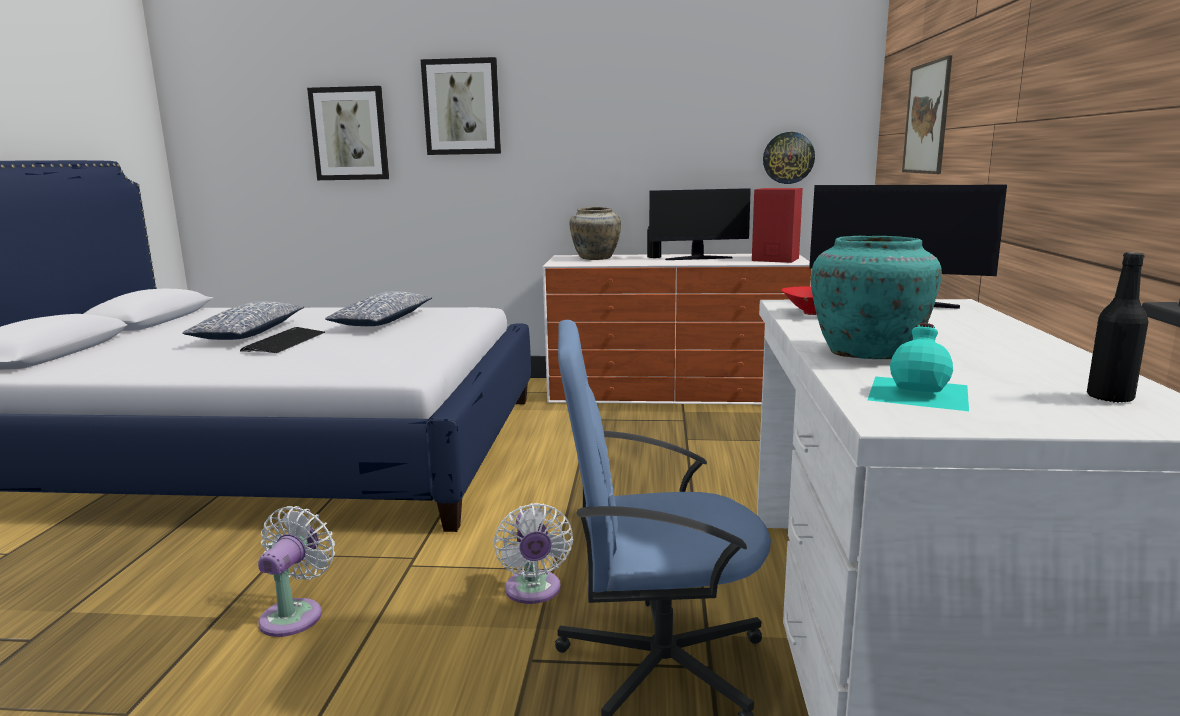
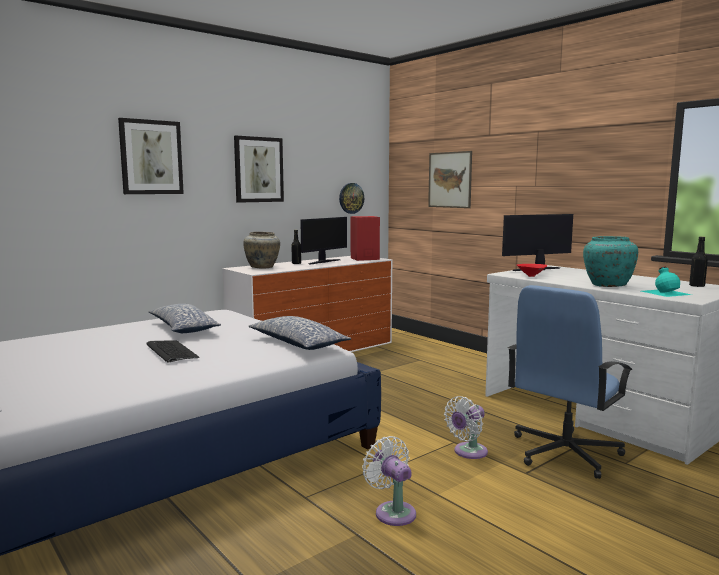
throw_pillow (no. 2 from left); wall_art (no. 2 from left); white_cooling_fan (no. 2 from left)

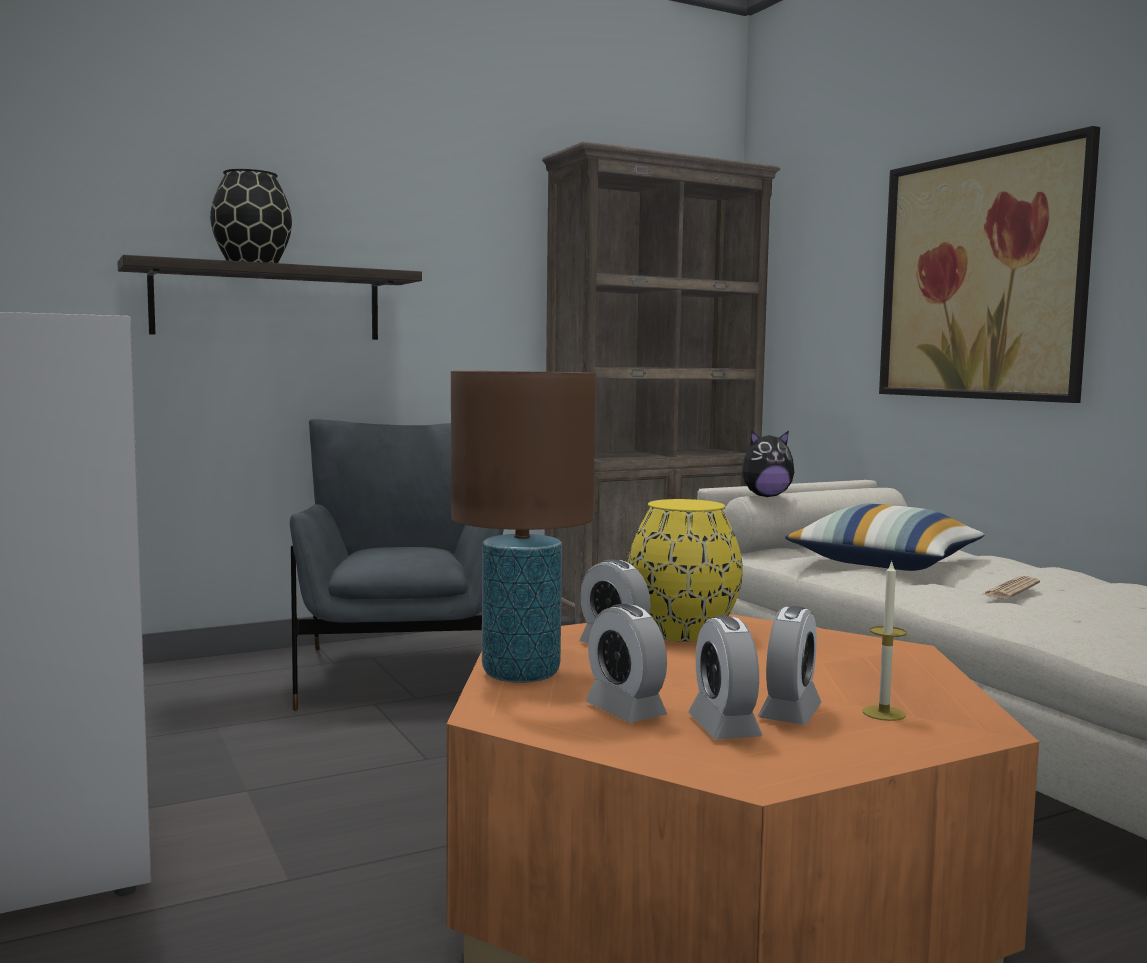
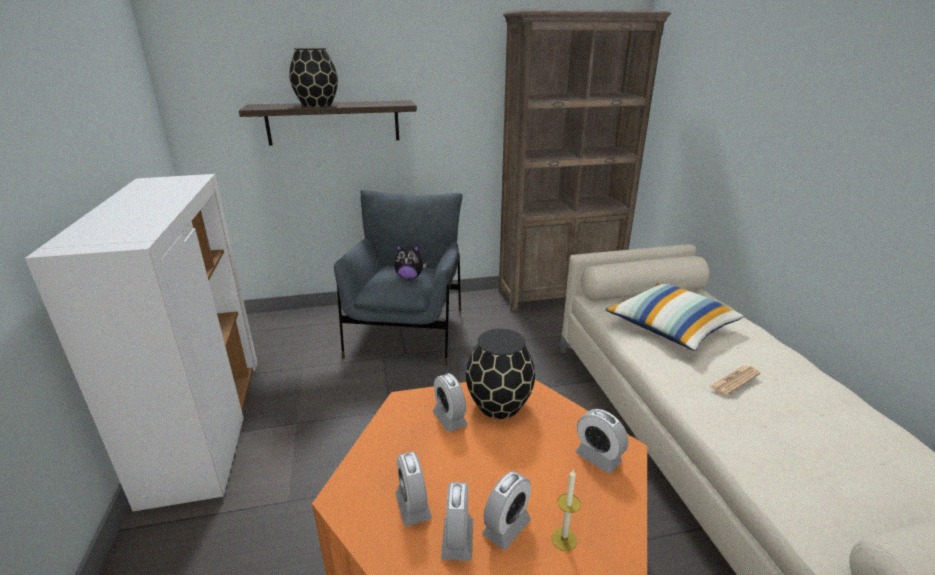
brown-coloured_tabletop_lamp; black-coloured_flower_vase (no. 2 from left); cuddly_toy; wall_art; table_clock (no. 5 from left)

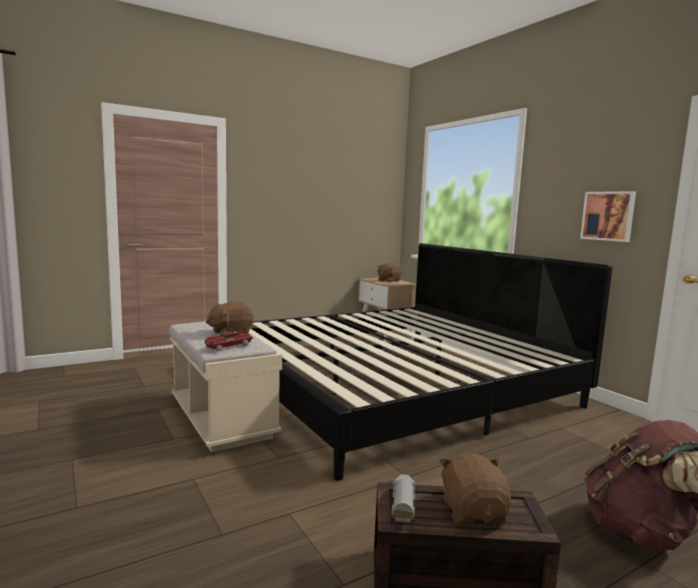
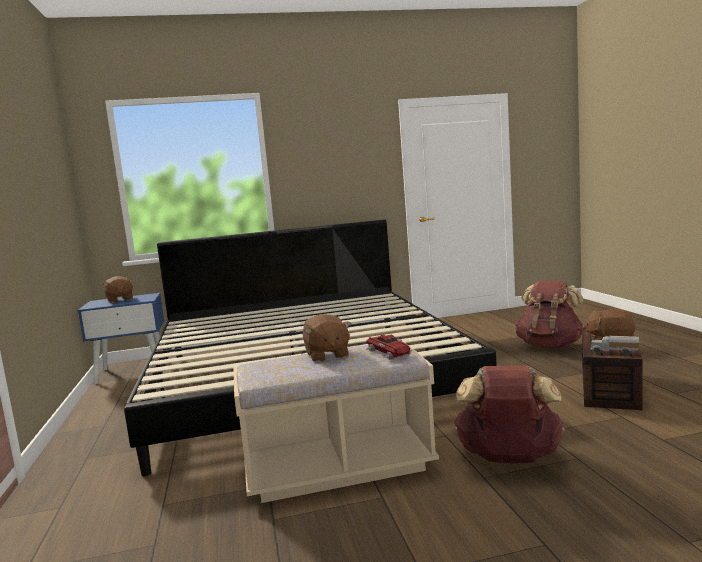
bluish_bedside_table; wall_art; brown-coloured_backpack (no. 1 from left)

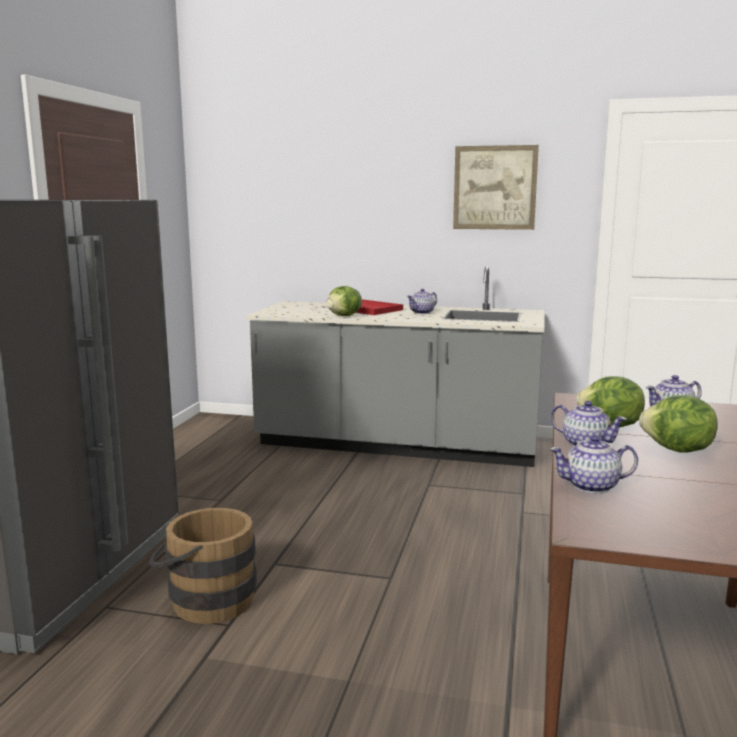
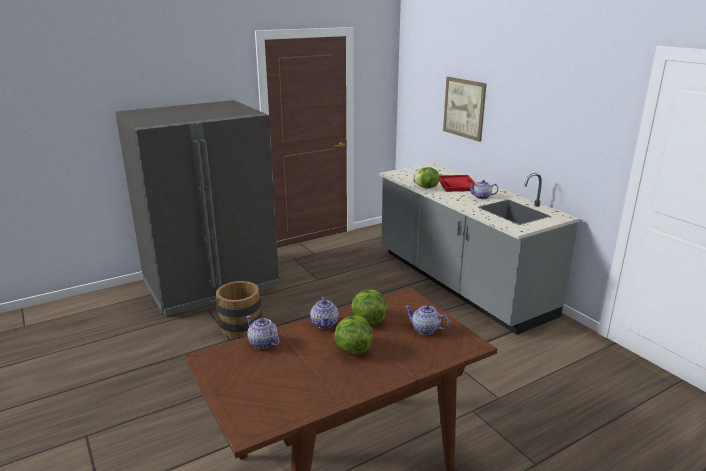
wall_art

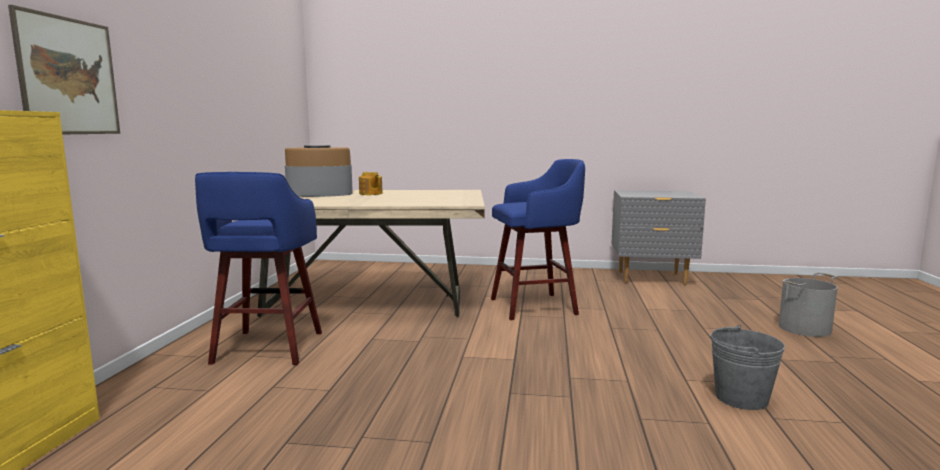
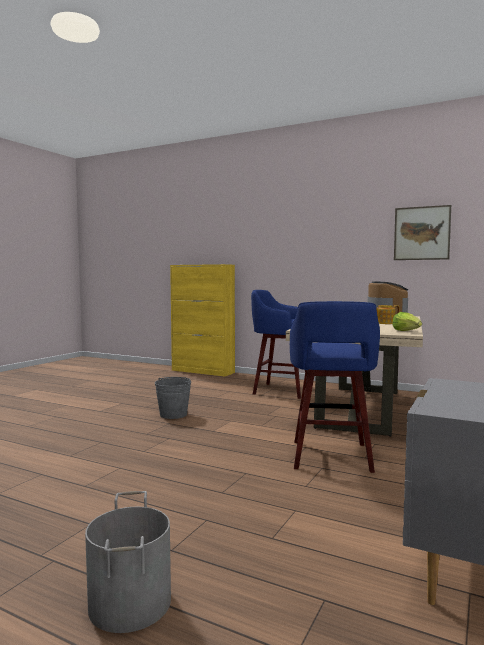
wall_art; grey_water_bucket (no. 2 from left); lettuce

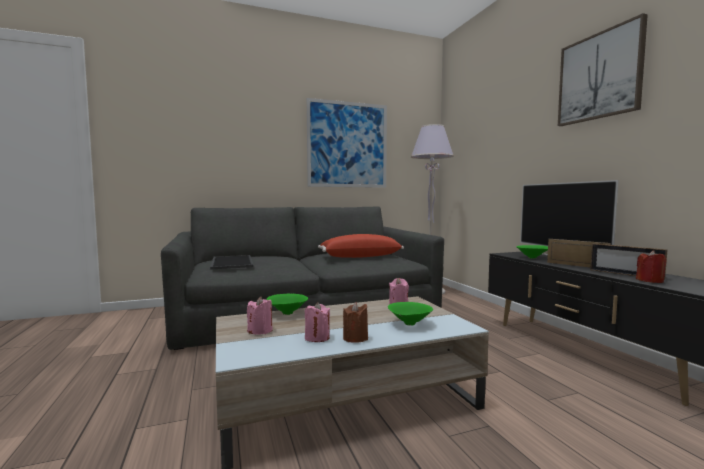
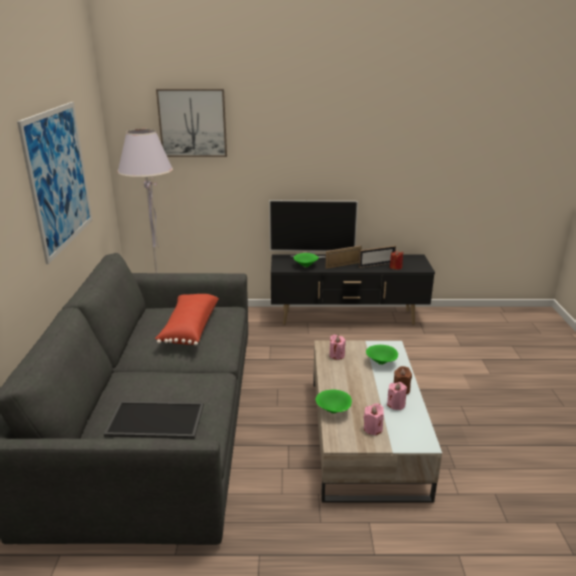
wall_art (no. 2 from left)

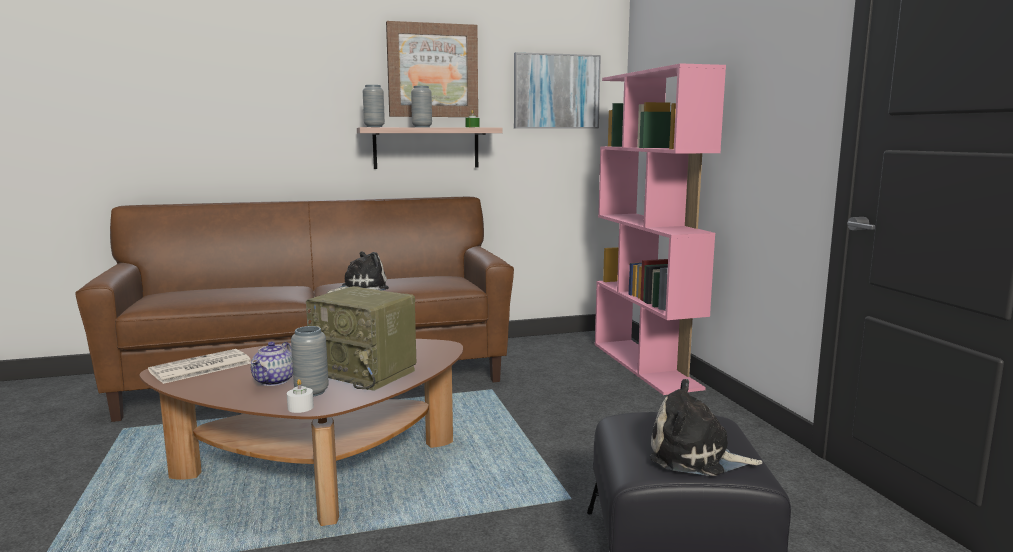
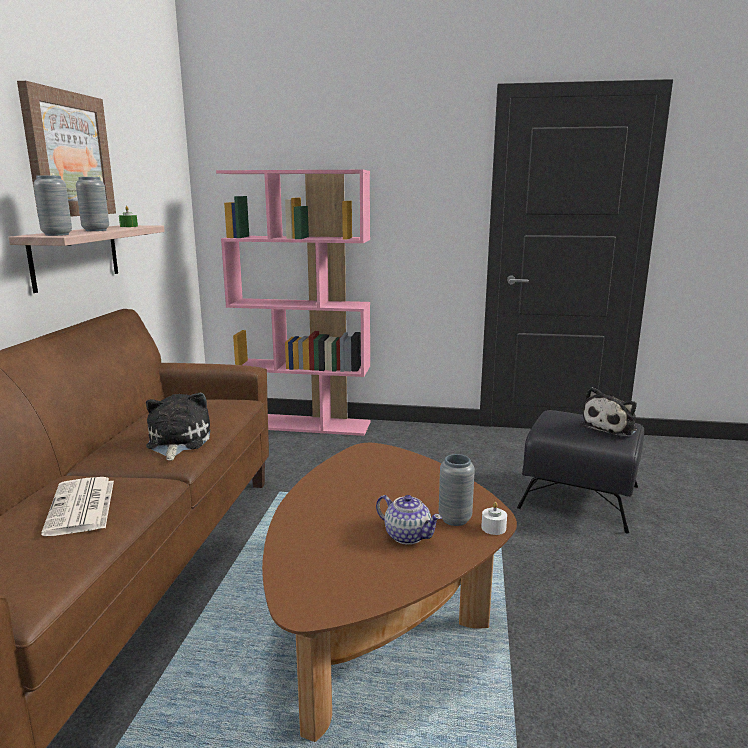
daily_paper; radio_set; wall_art (no. 2 from left in the first image)

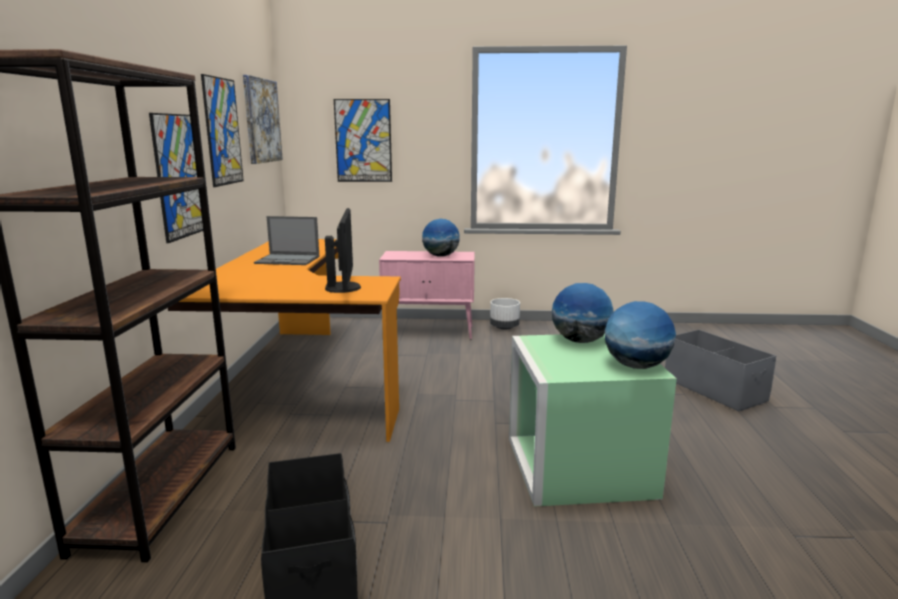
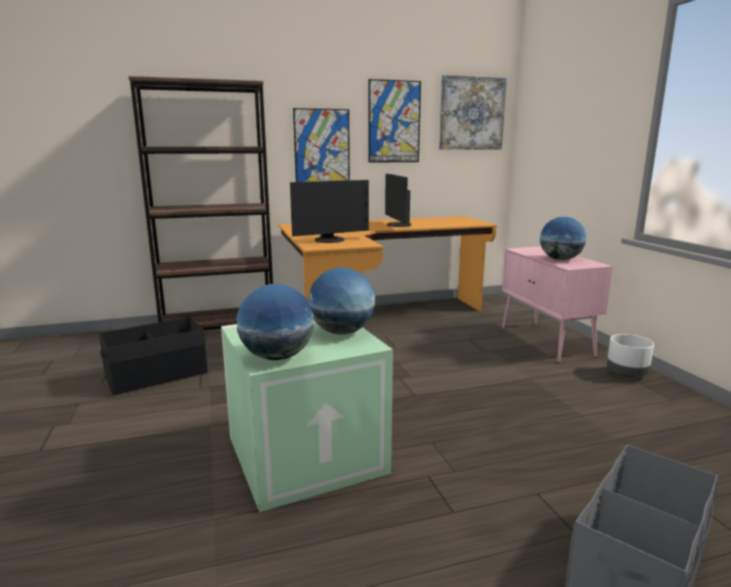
monitor (no. 2 from left); wall_art (no. 4 from left in the first image)

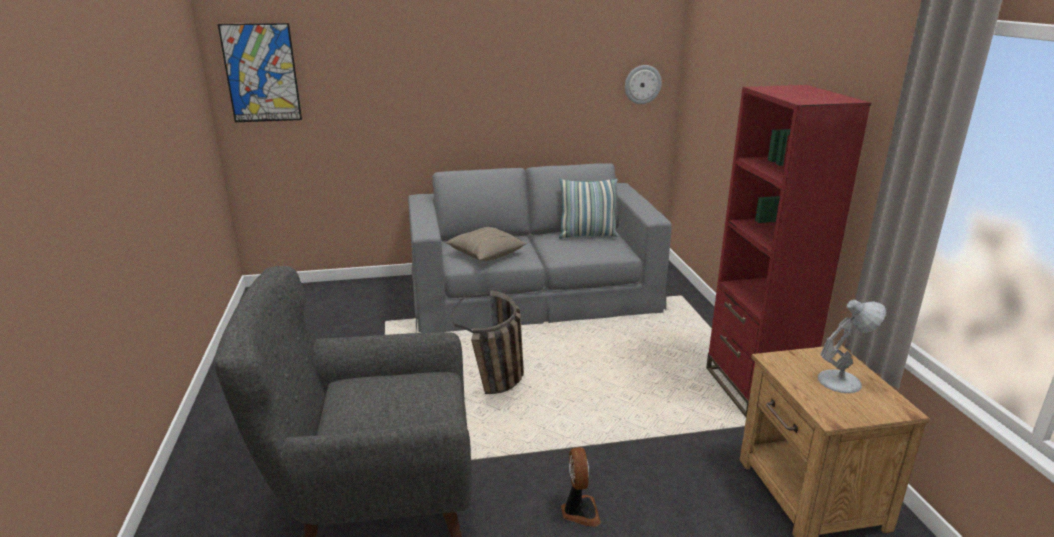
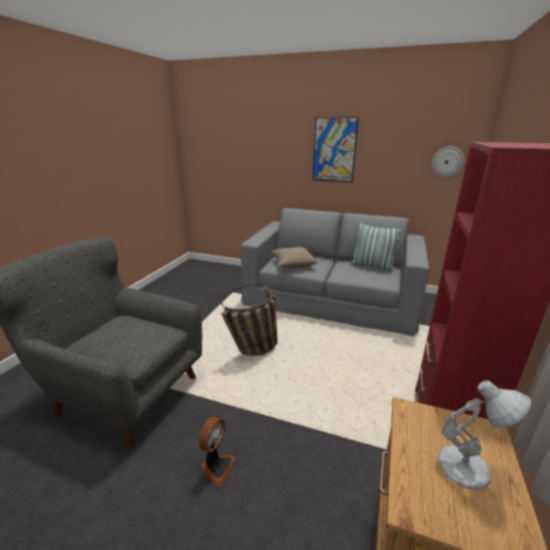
wall_art

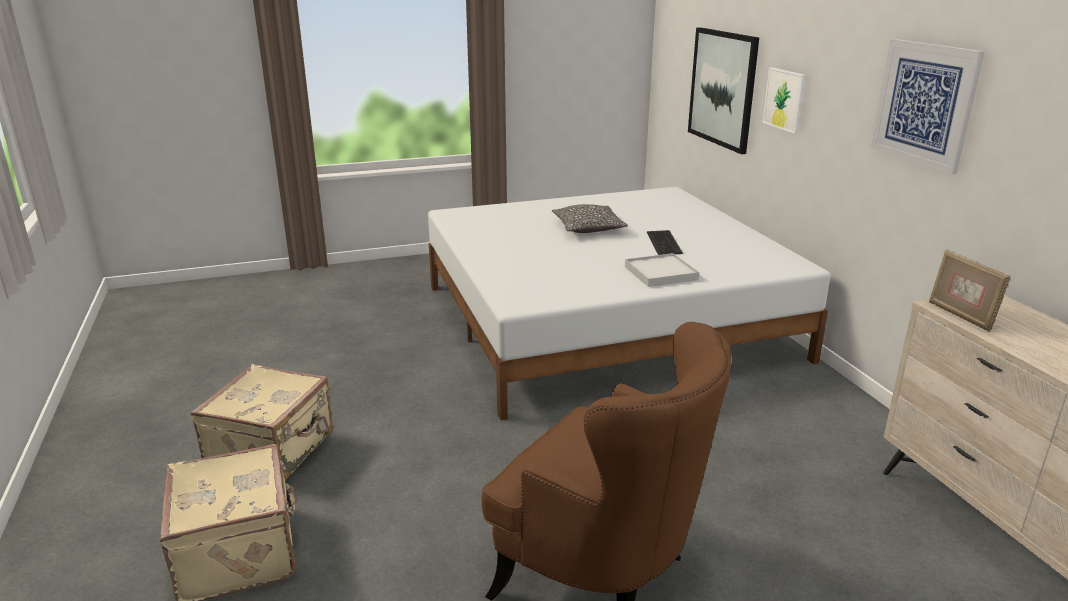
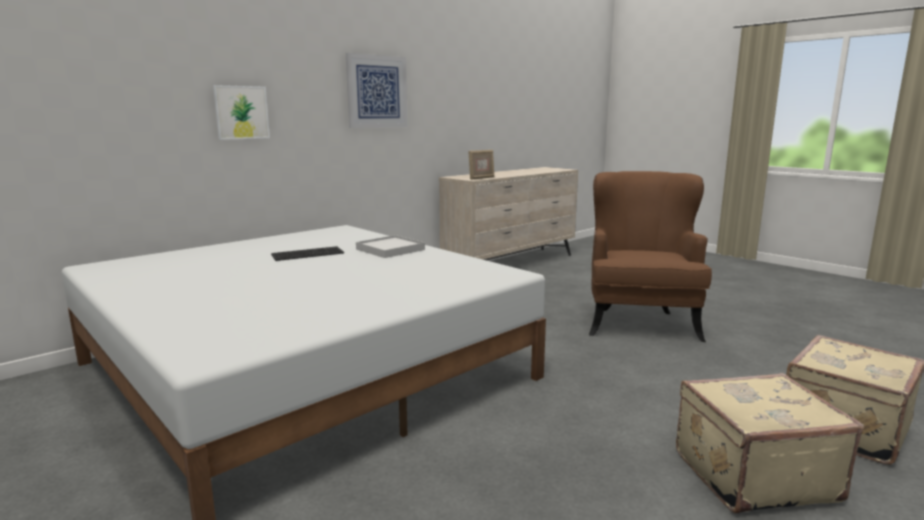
throw_pillow; wall_art (no. 1 from left in the first image)

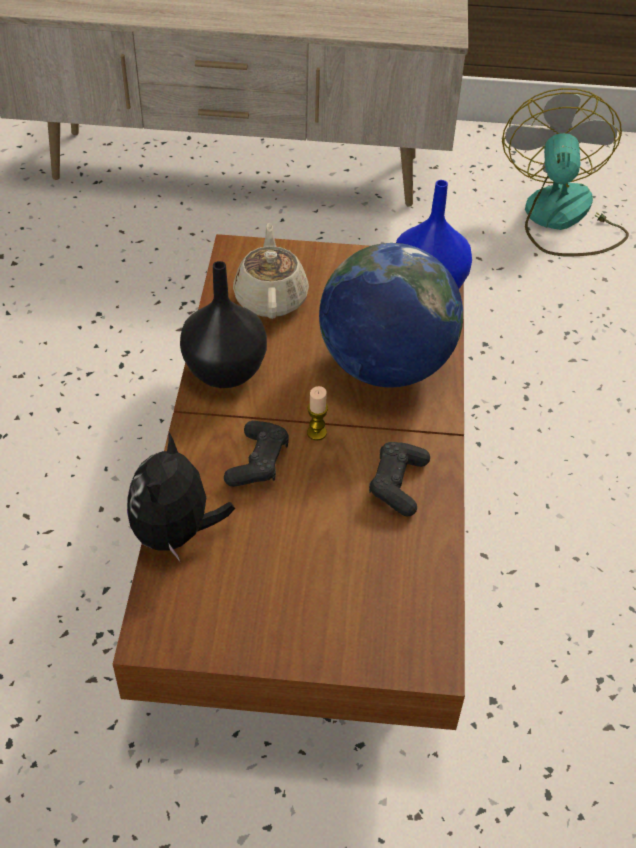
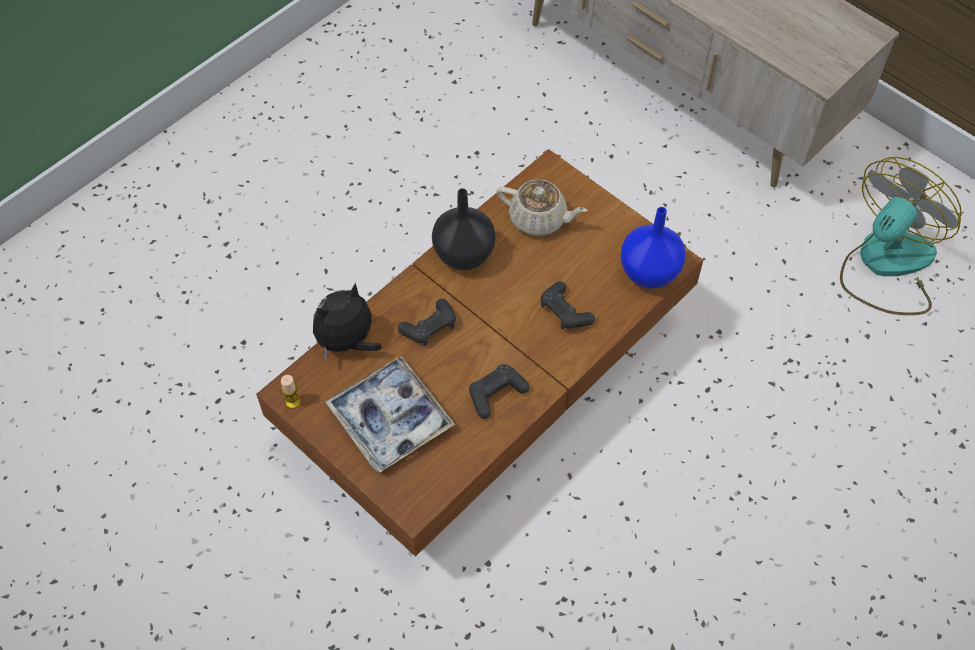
beige_tea_pot; wax_light; black-coloured_joypad (no. 3 from left); carrying_tray

